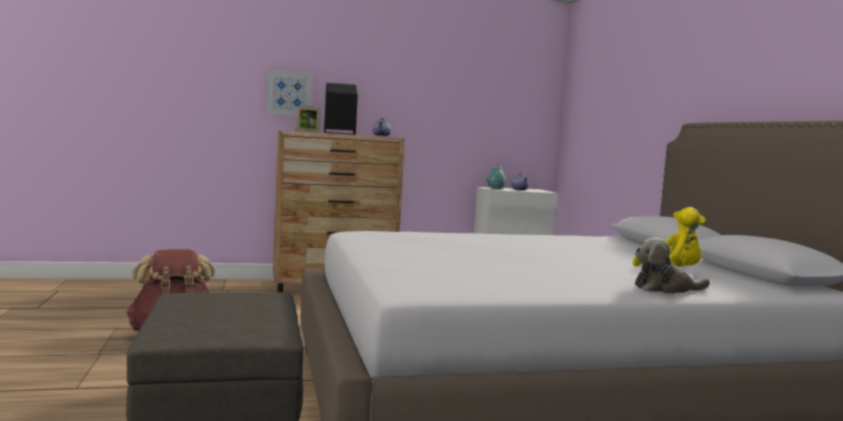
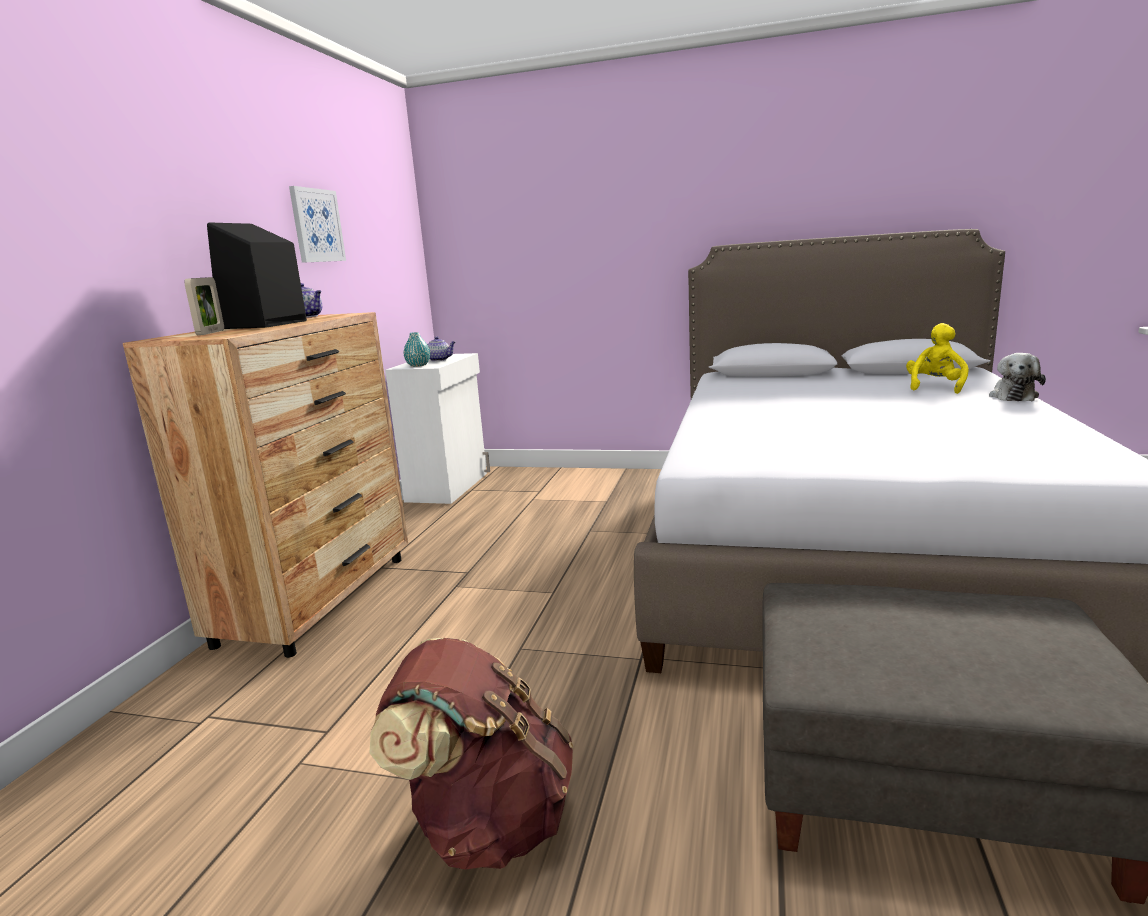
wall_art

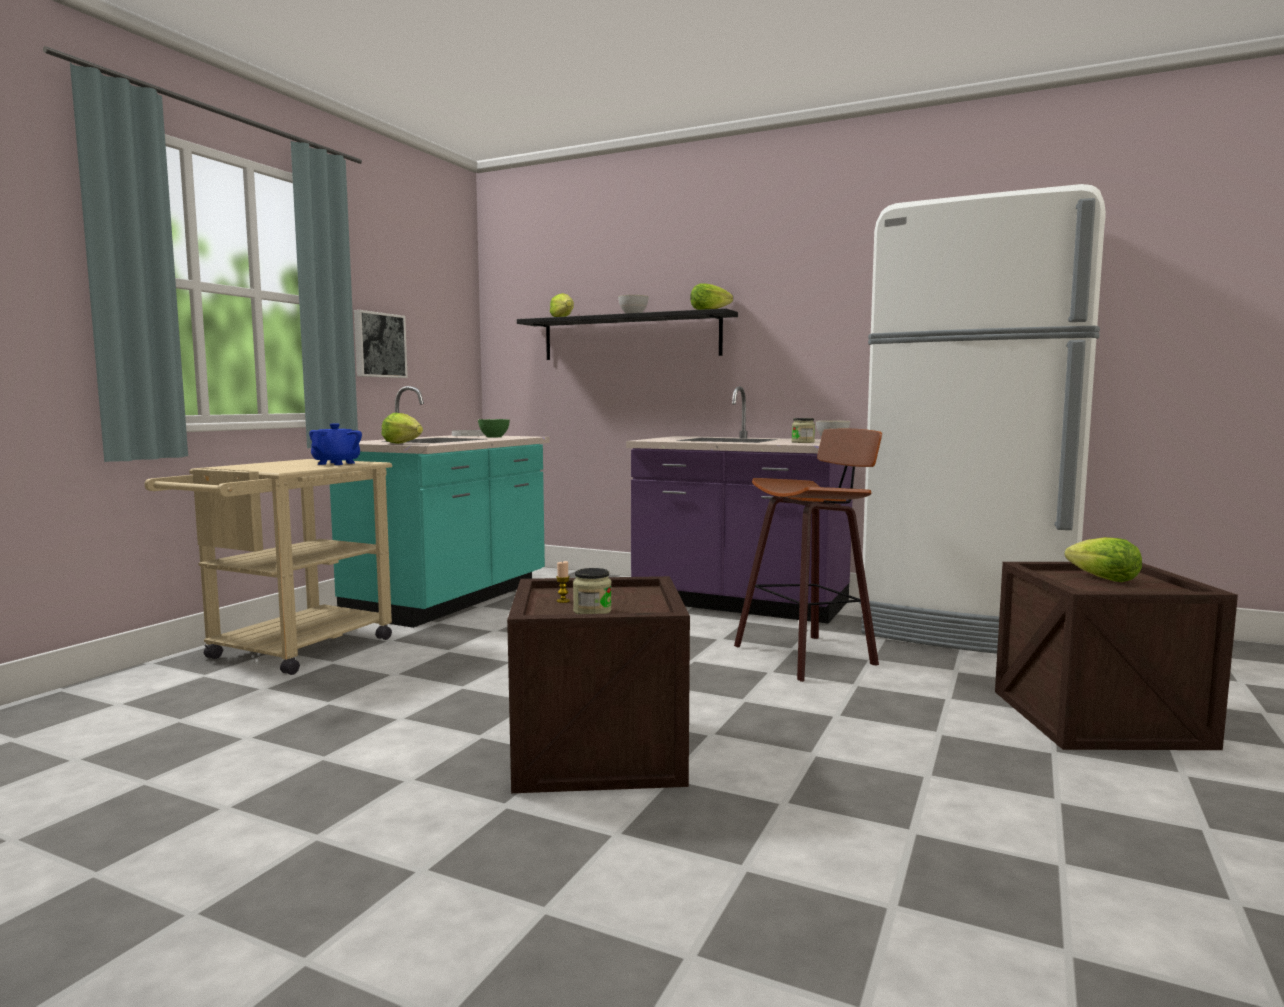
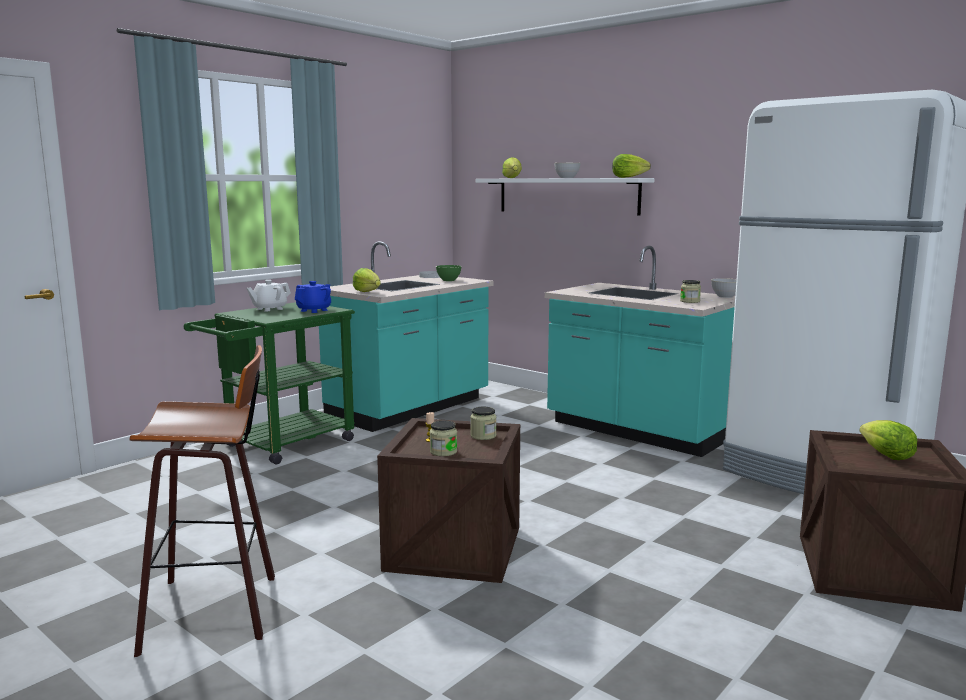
green-coloured_cart; wall_art; white_bracket_shelf; blue-green_counter (no. 2 from left); stool; white_tea_pot; storage_jar (no. 2 from left)

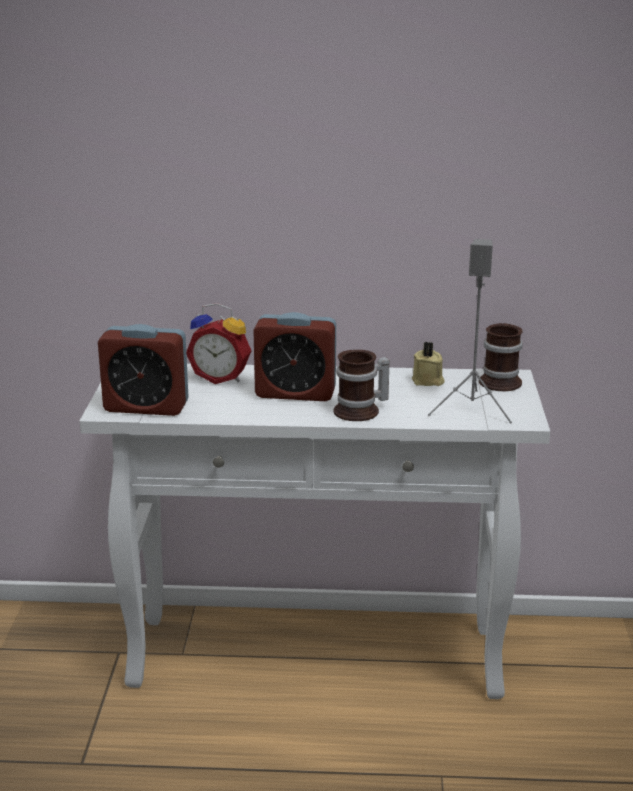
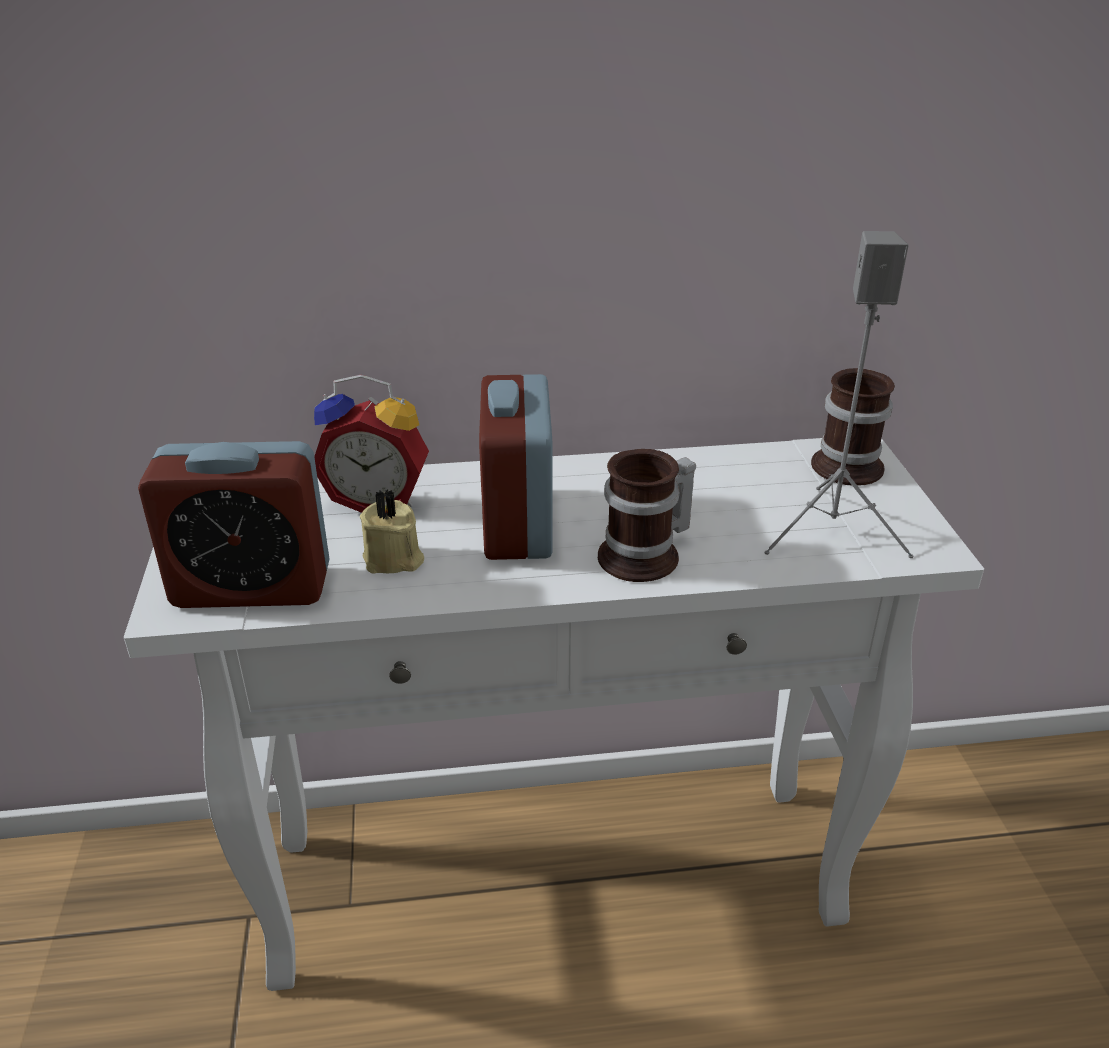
table_clock (no. 3 from left); beige_wax_light

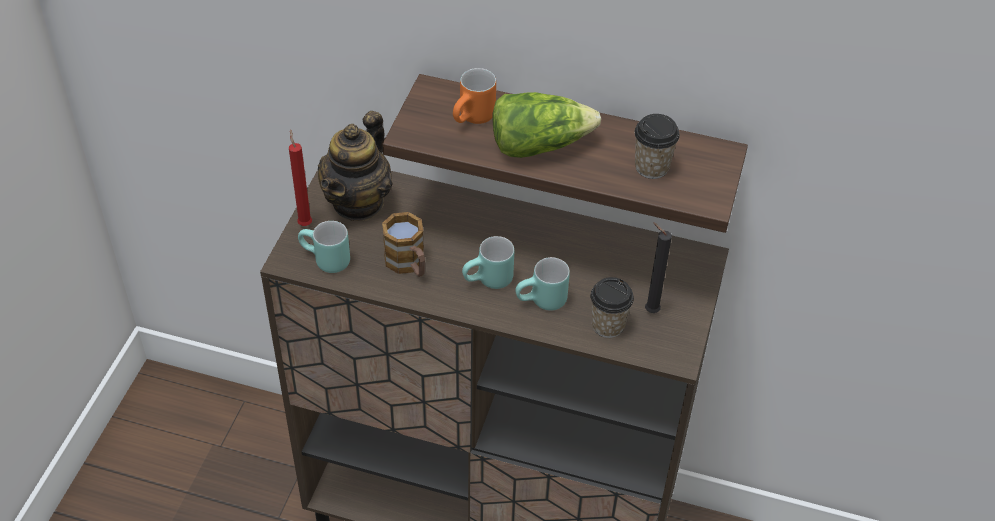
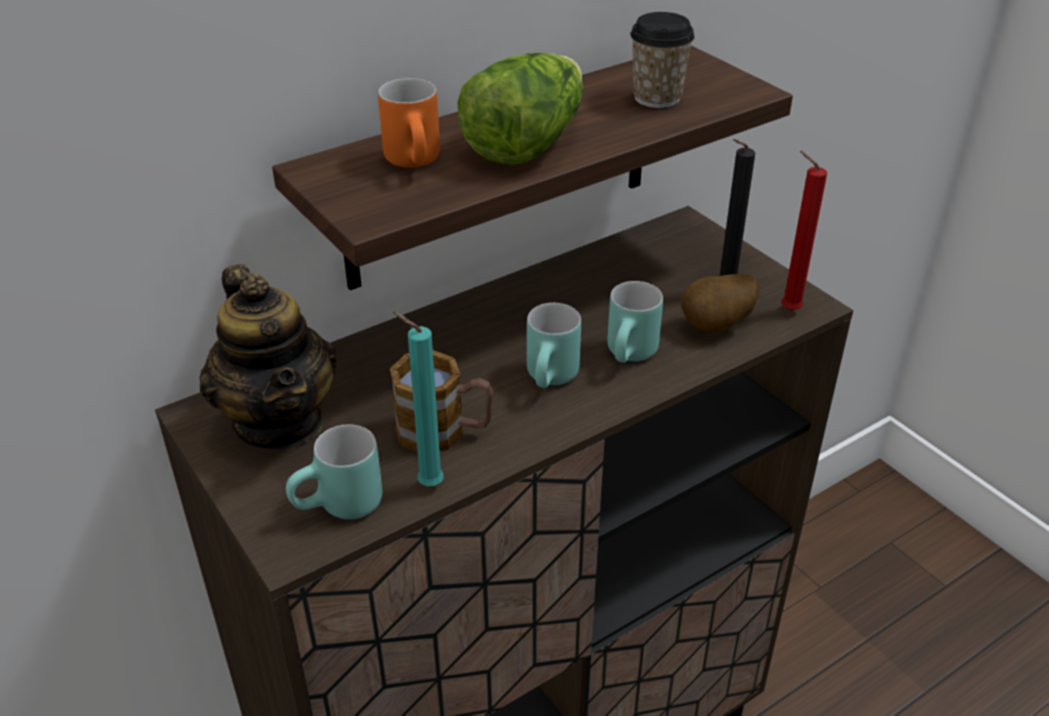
red-coloured_wax_light; whole_potato; blue-green_wax_light

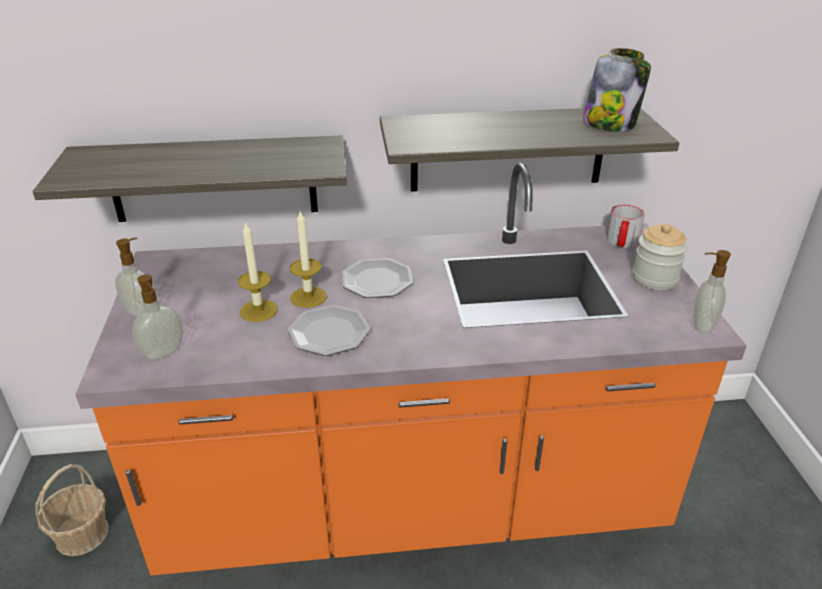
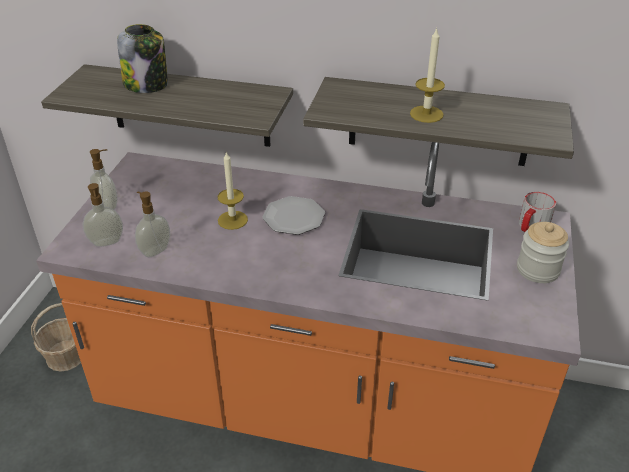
wax_light (no. 2 from left); plate (no. 1 from left in the first image); storage_jar (no. 1 from left); soap_dispenser (no. 3 from left)

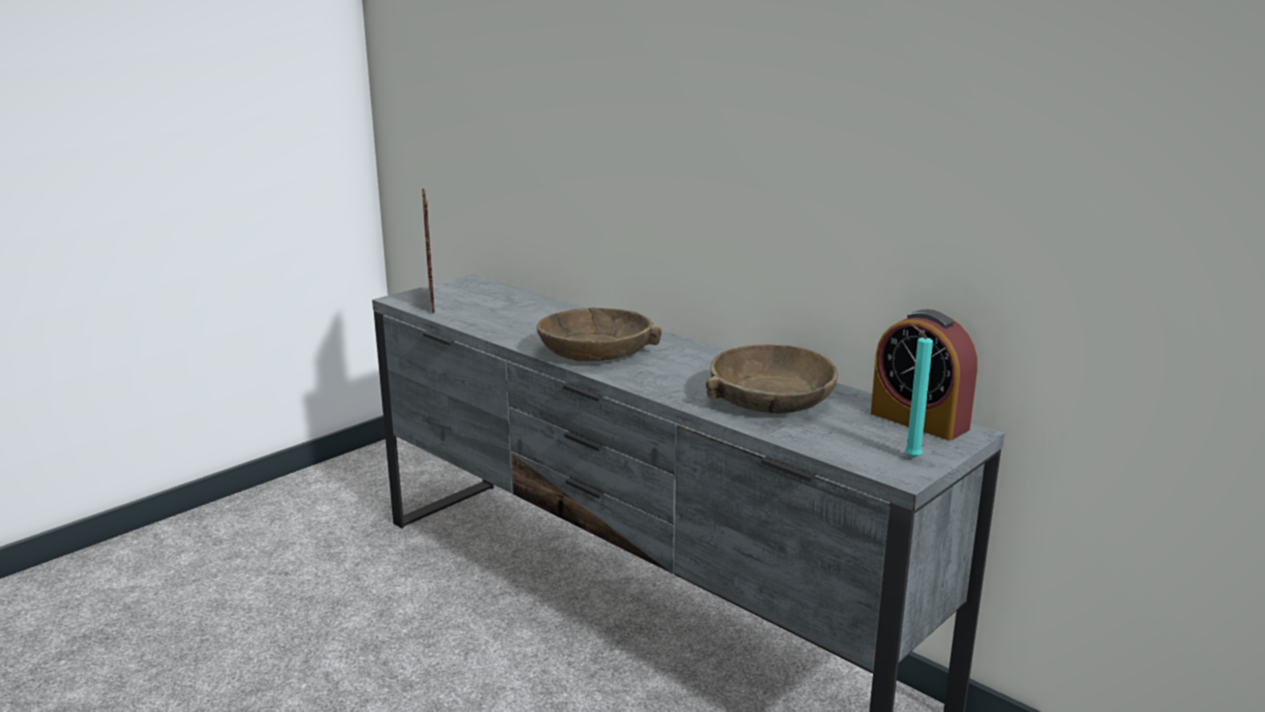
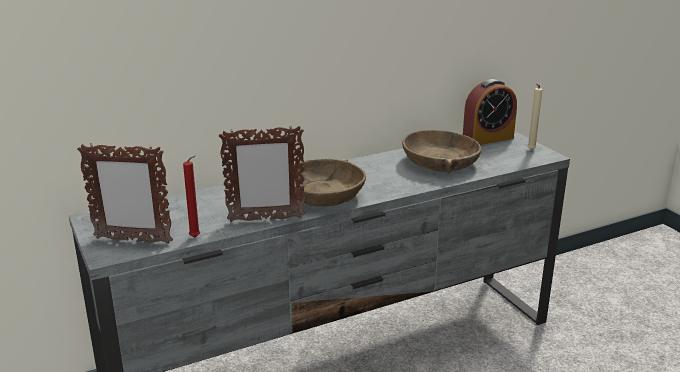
beige_wax_light; red-coloured_wax_light; picture_frame (no. 2 from left)

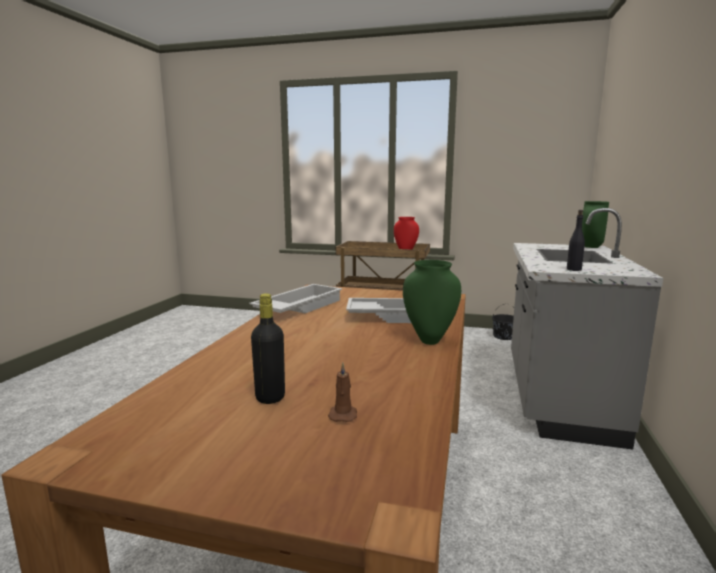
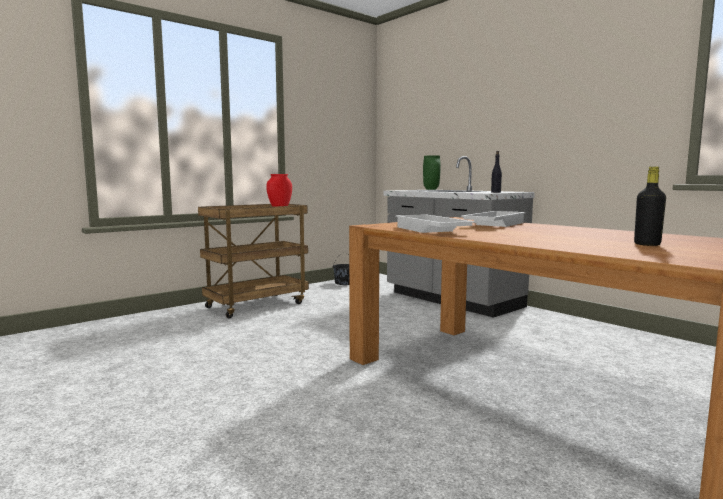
brown-coloured_wax_light; green-coloured_flower_vase (no. 1 from left in the first image)

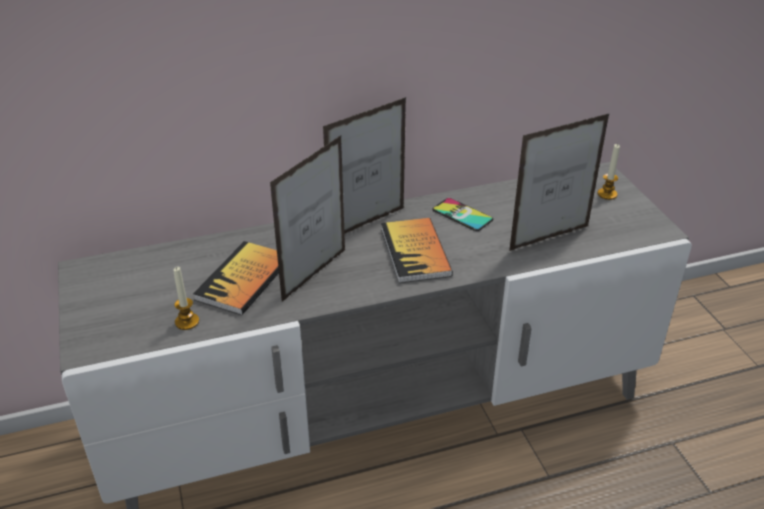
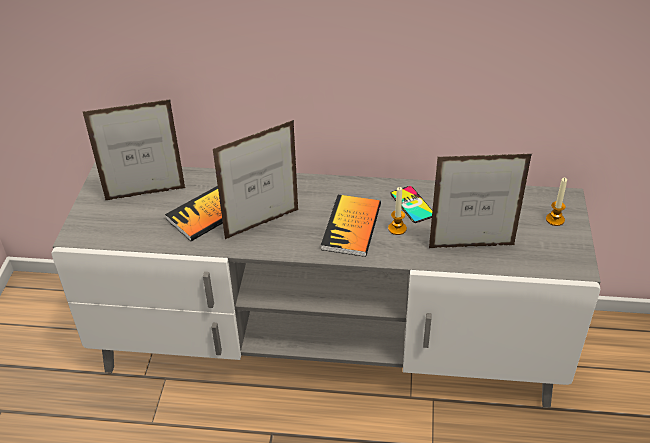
wax_light (no. 1 from left); picture_frame (no. 1 from left)

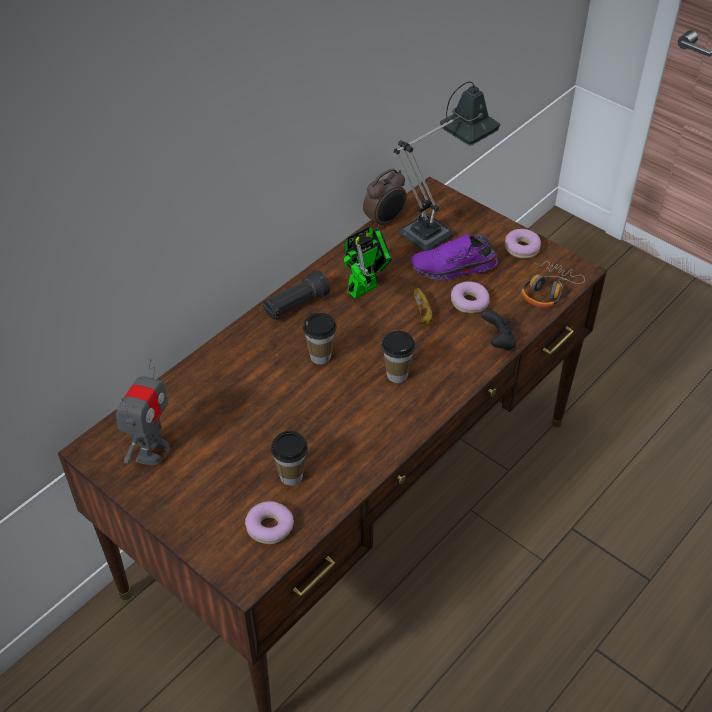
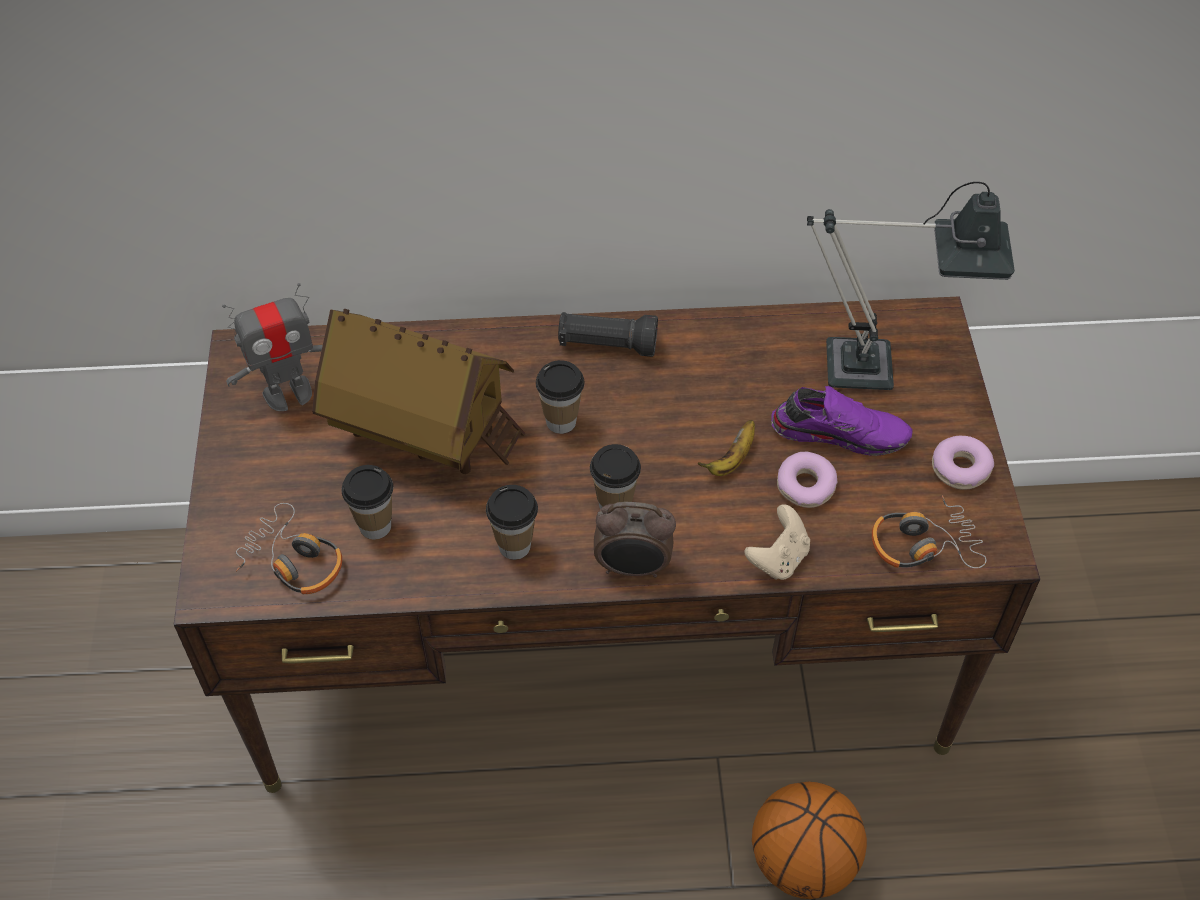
headset (no. 1 from left); model_robot (no. 2 from left in the first image); table_clock; purple-coloured_low_shoe; beige_joypad; miniature_house; small_cup (no. 2 from left); basketball

